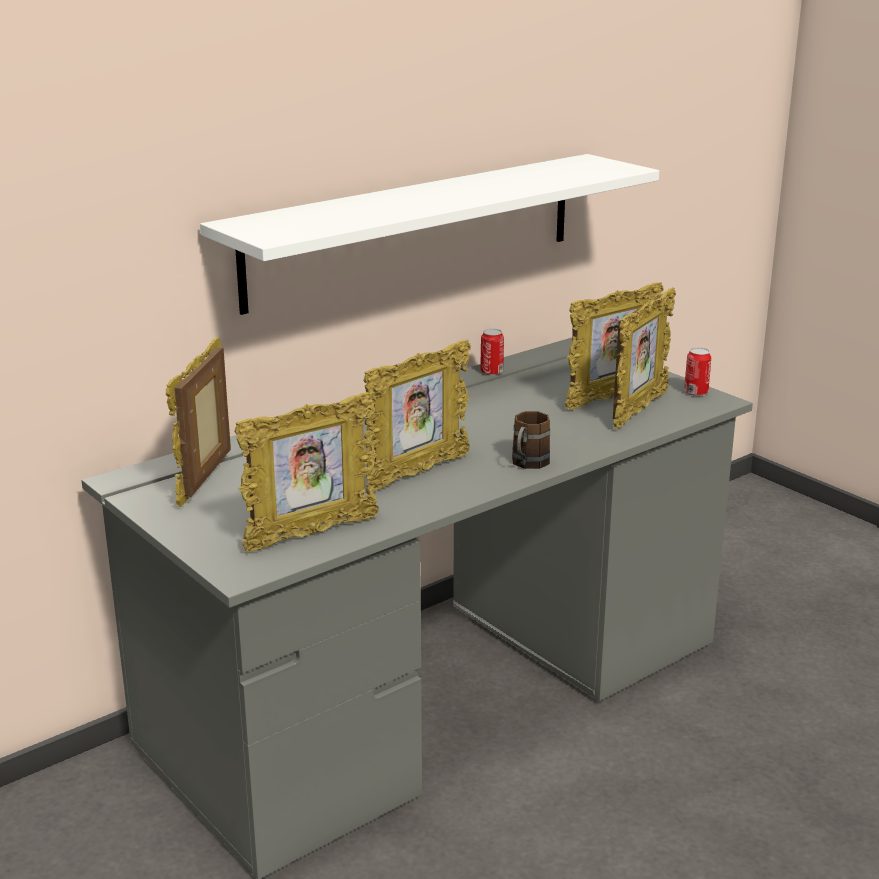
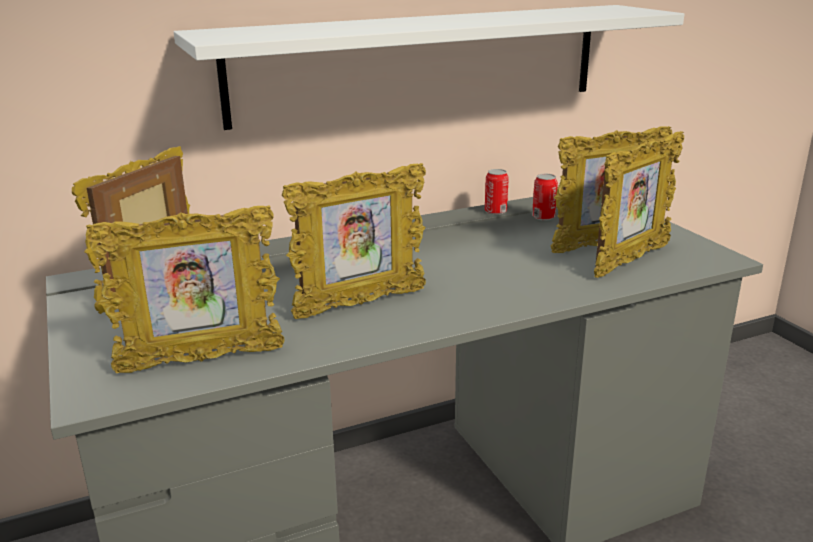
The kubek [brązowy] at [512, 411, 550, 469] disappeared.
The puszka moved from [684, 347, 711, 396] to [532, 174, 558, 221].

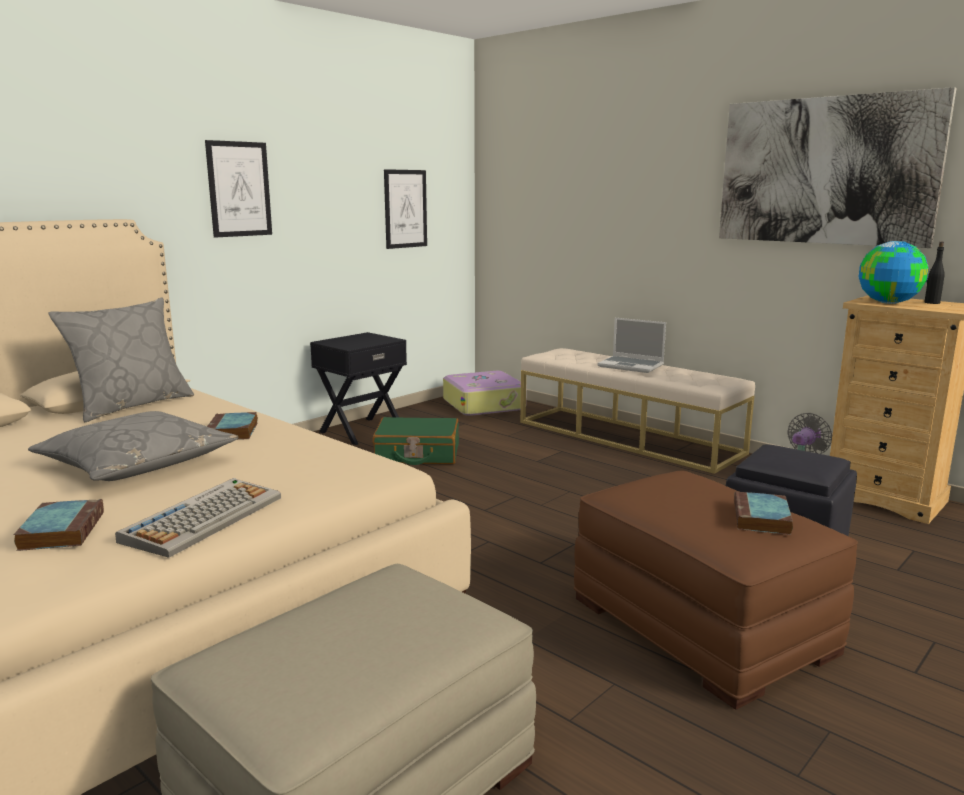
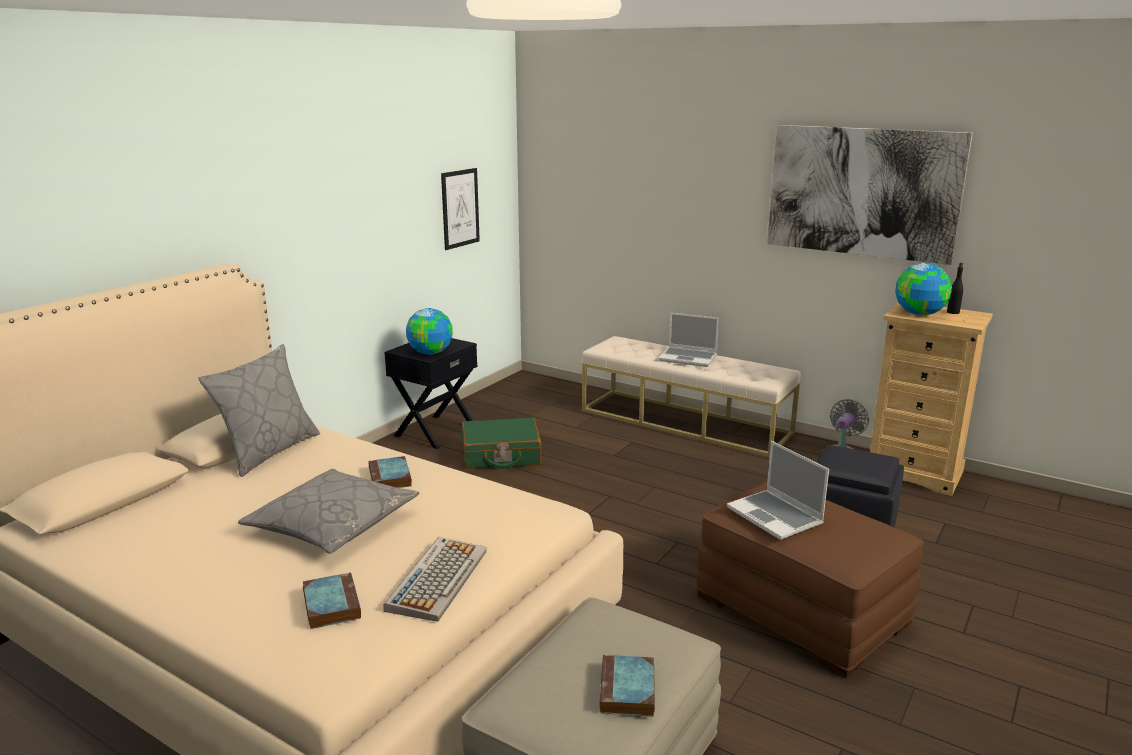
The obraz at [205, 140, 272, 238] disappeared.
The walizka at [443, 371, 527, 416] disappeared.
The książka moved from [734, 491, 793, 535] to [599, 655, 655, 717].
The globus at [406, 308, 453, 355] appeared.
The laptop at [727, 441, 829, 540] appeared.

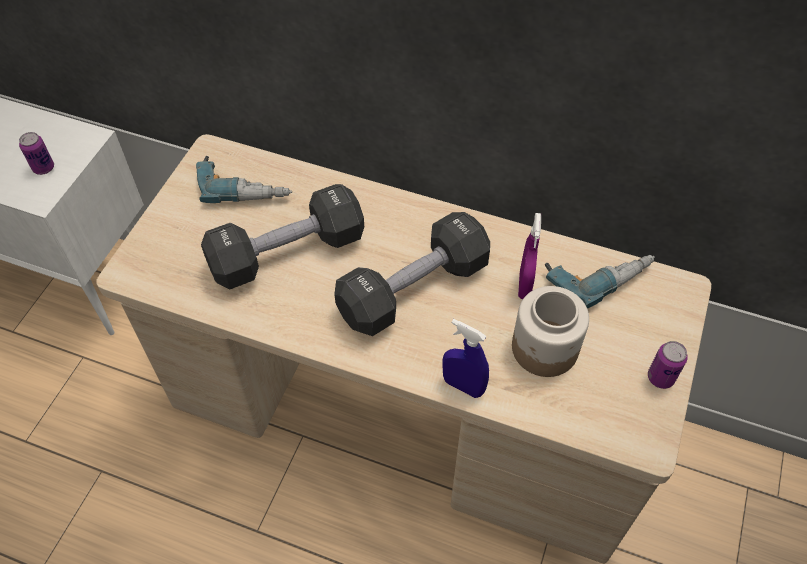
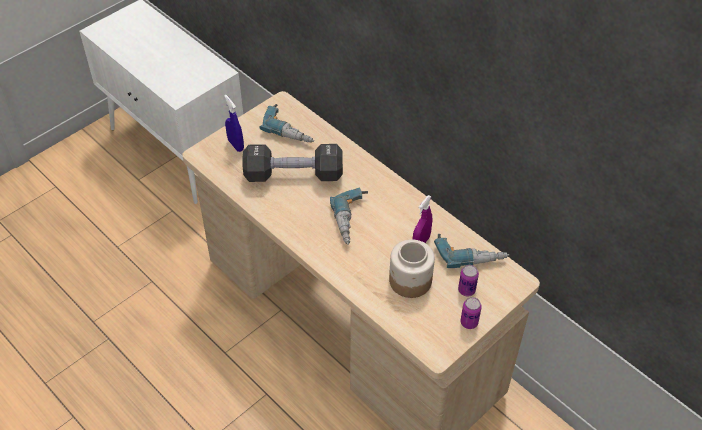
The puszka moved from [19, 132, 54, 175] to [458, 265, 479, 296].
The hantel [czarny] at [334, 212, 490, 336] was replaced by the wiertarka at [330, 188, 368, 245].
The spryskiwacz [niebieski] moved from [442, 319, 489, 398] to [224, 94, 244, 152].

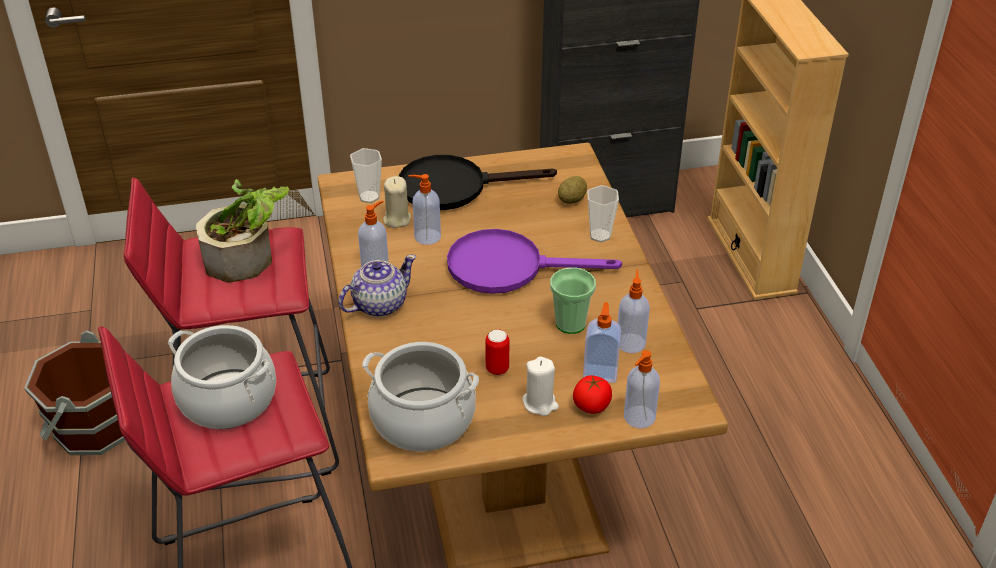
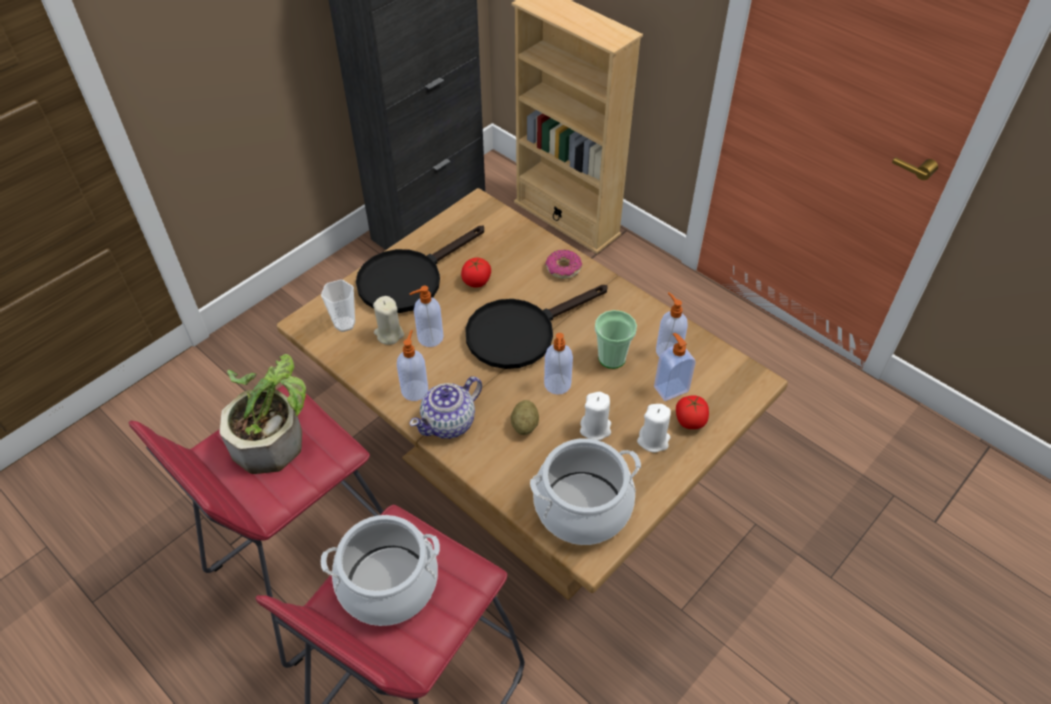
The wiadro [brązowy] at [24, 331, 125, 455] disappeared.
The imbryk at [338, 255, 416, 317] turned 150 degrees counterclockwise.
The patelnia [fioletowy] at [447, 229, 622, 294] became the patelnia [czarny] at [465, 285, 608, 369].
The puszka at [485, 329, 509, 375] was replaced by the świeca [biały] at [580, 392, 611, 440].
The ziemniak moved from [558, 176, 587, 204] to [511, 400, 539, 435].
The filiżanka at [587, 185, 619, 242] was replaced by the donut at [545, 250, 582, 279].
The dozownik mydła moved from [624, 350, 660, 428] to [544, 333, 573, 395].
The pomidor at [461, 258, 491, 288] appeared.

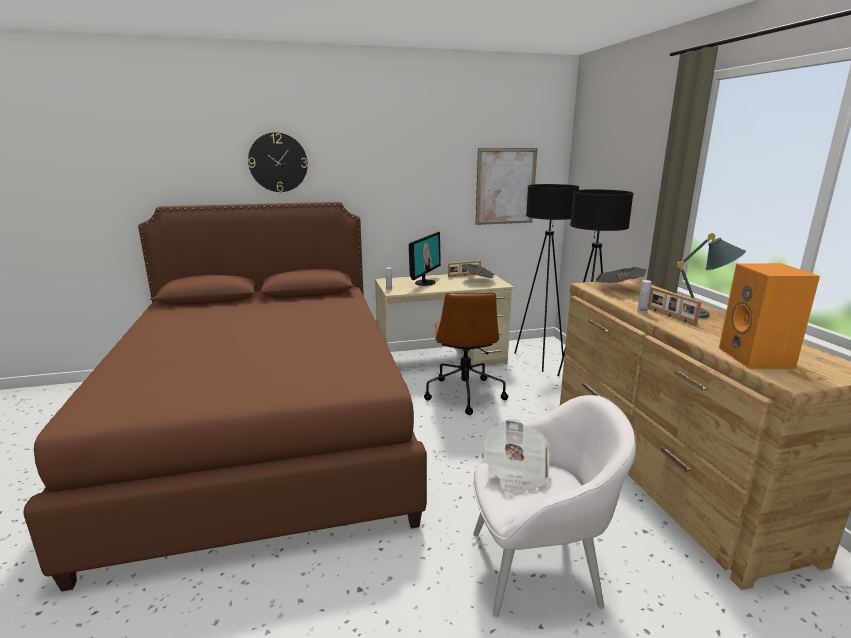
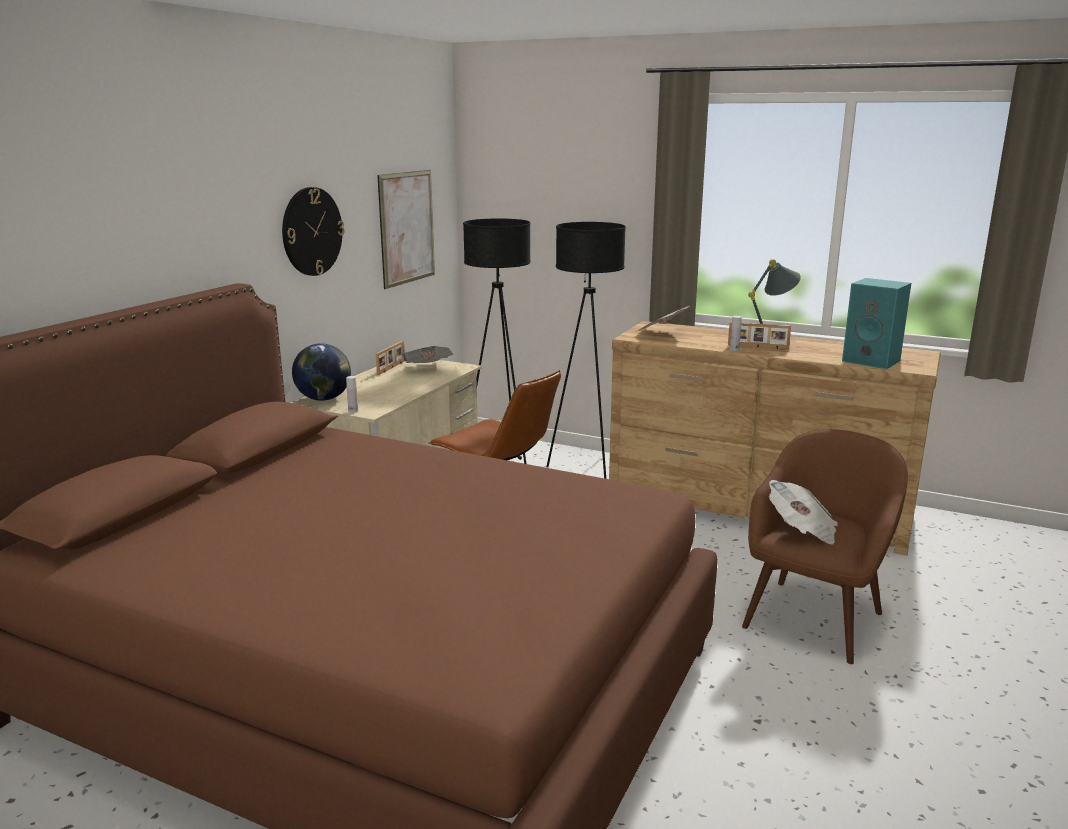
The zegar ścienny moved from [248, 132, 308, 192] to [282, 187, 344, 276].
The monitor at [409, 232, 441, 286] disappeared.
The fotel [biały] at [473, 395, 636, 617] became the fotel [brązowy] at [742, 429, 908, 664].
The głośnik [pomarańczowy] at [719, 263, 820, 369] became the głośnik [turkusowy] at [842, 278, 911, 369].
The globus at [292, 343, 351, 401] appeared.

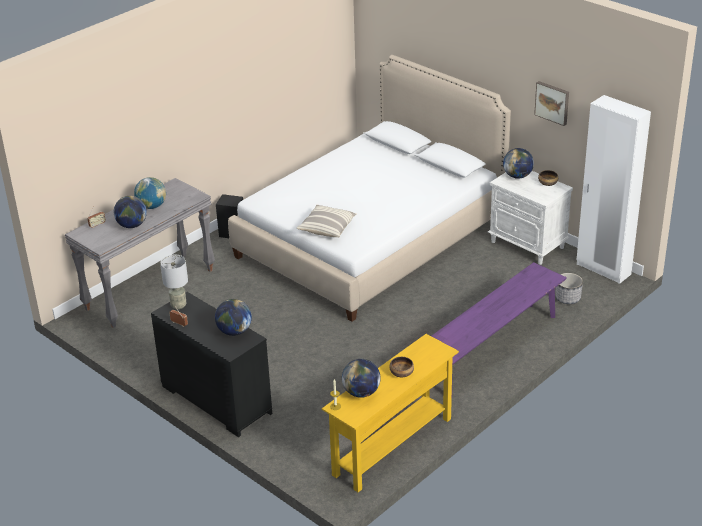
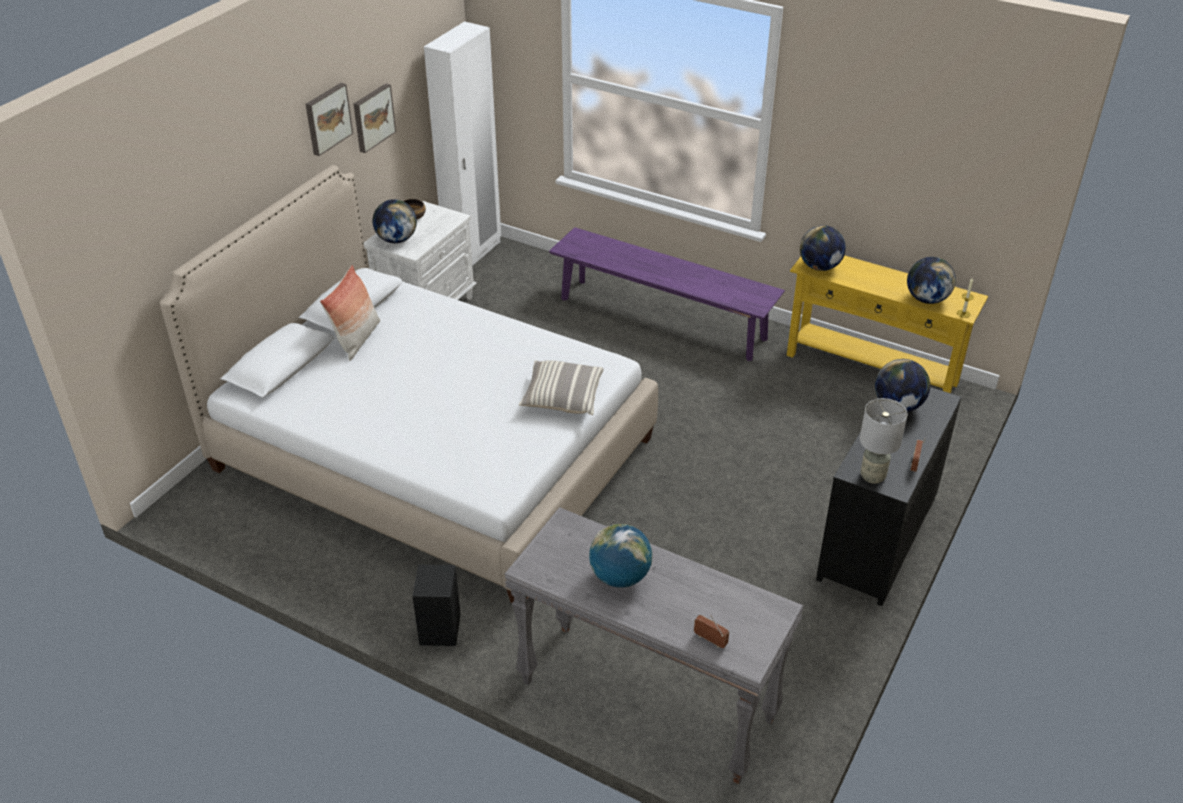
The globus moved from [114, 196, 147, 228] to [800, 225, 846, 271].
The miska at [389, 357, 414, 378] disappeared.
The donica at [555, 273, 583, 304] disappeared.
The obraz at [306, 83, 353, 156] appeared.
The poduszka at [320, 265, 380, 361] appeared.

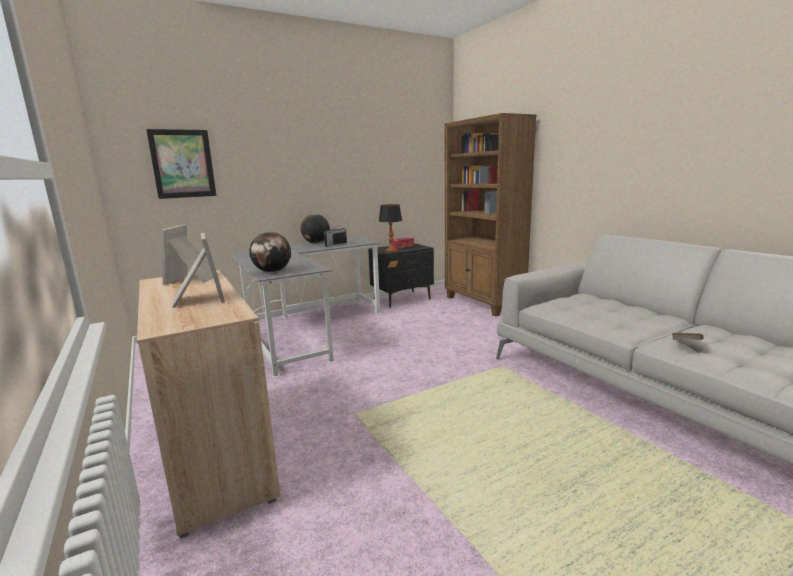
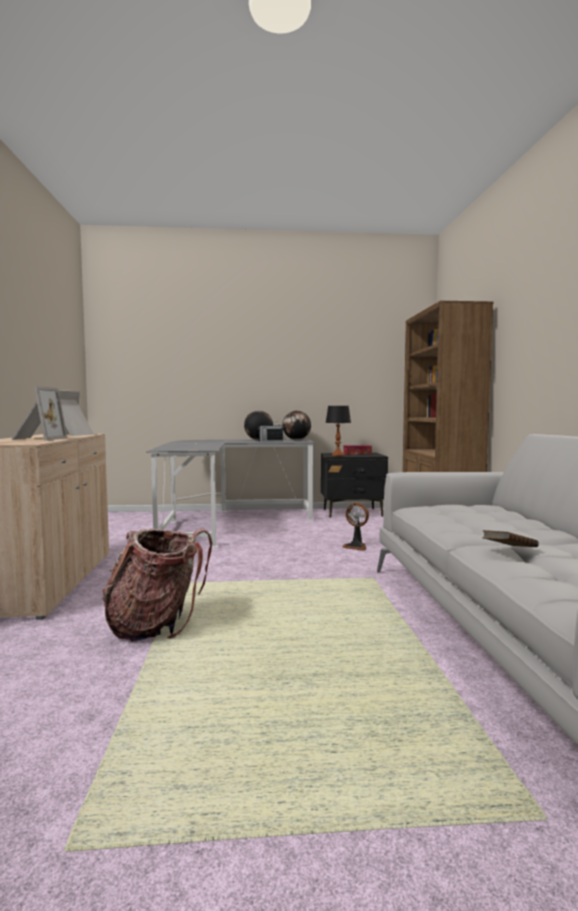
The obraz at [146, 129, 216, 199] disappeared.
The globus moved from [249, 232, 291, 272] to [282, 411, 311, 440].
The plecak at [102, 528, 212, 642] appeared.
The wentylator at [342, 503, 369, 551] appeared.

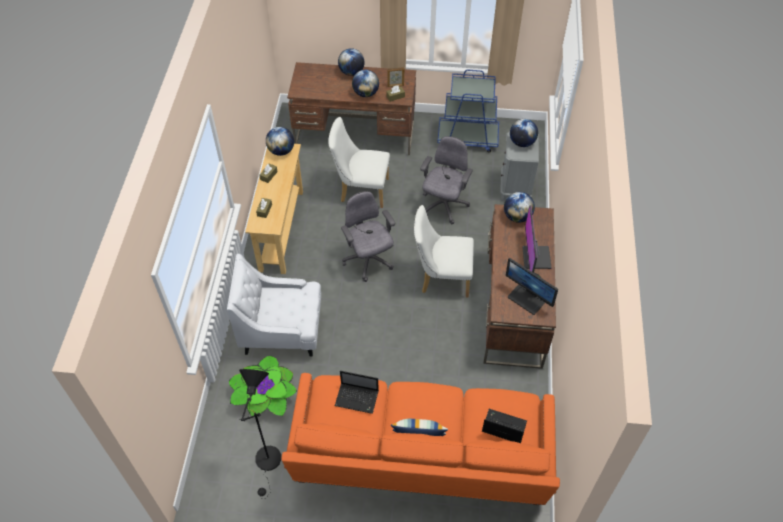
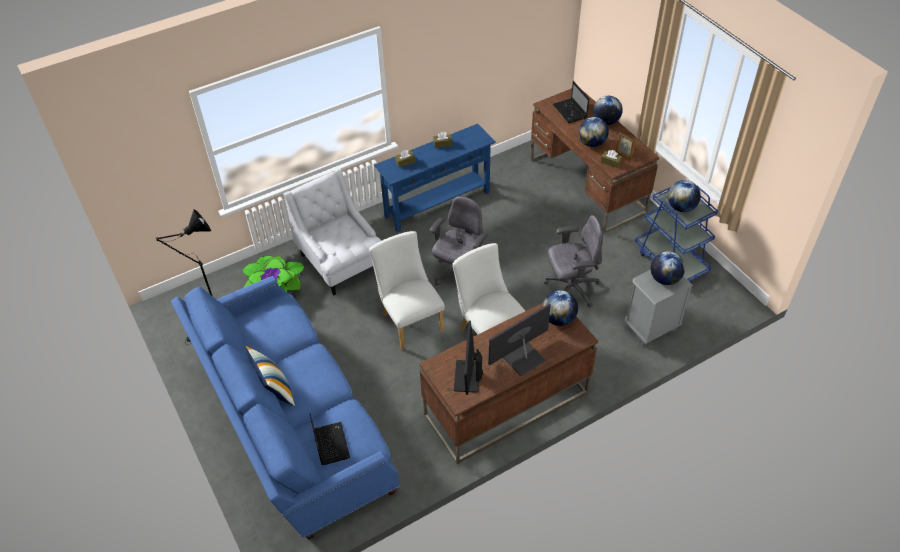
The stolik konsolowy [beżowy] at [245, 144, 303, 274] became the stolik konsolowy [niebieski] at [374, 124, 496, 232].
The globus moved from [266, 127, 294, 156] to [668, 180, 701, 212].
The kanapa [pomarańczowy] at [281, 373, 560, 505] became the kanapa [niebieski] at [171, 276, 400, 540].
The krzesło [biały] moved from [328, 117, 390, 208] to [369, 231, 445, 350].
The laptop moved from [335, 371, 379, 414] to [553, 81, 589, 123].

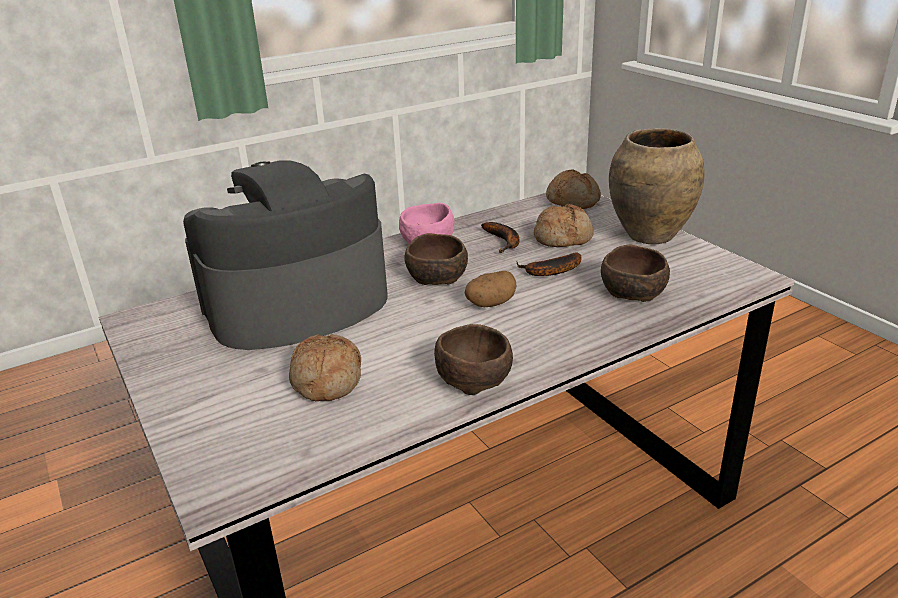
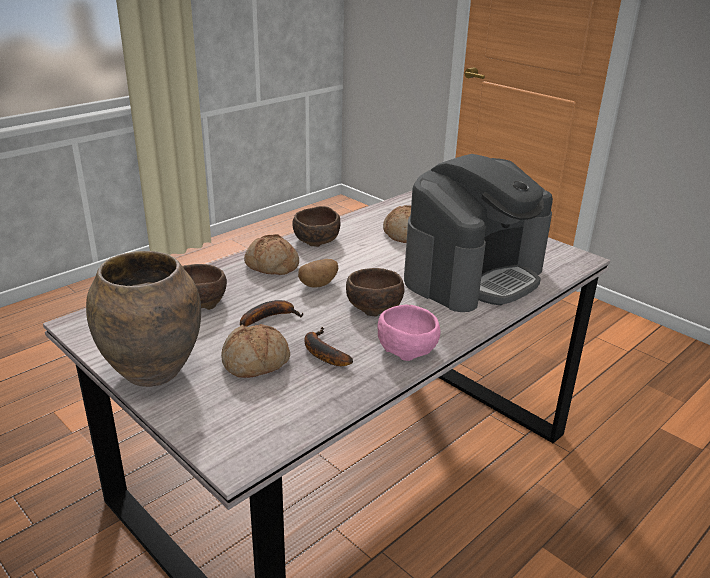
The chleb moved from [546, 169, 601, 209] to [244, 234, 299, 275].

